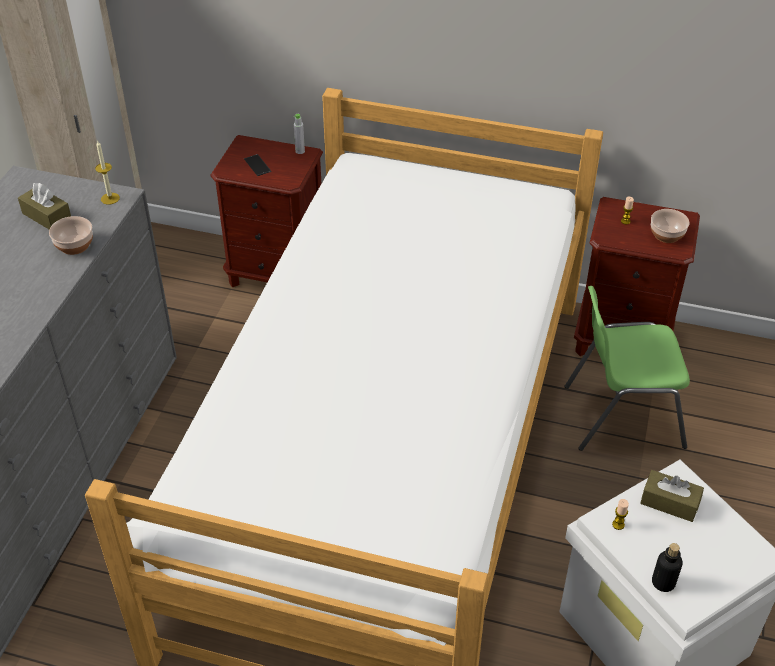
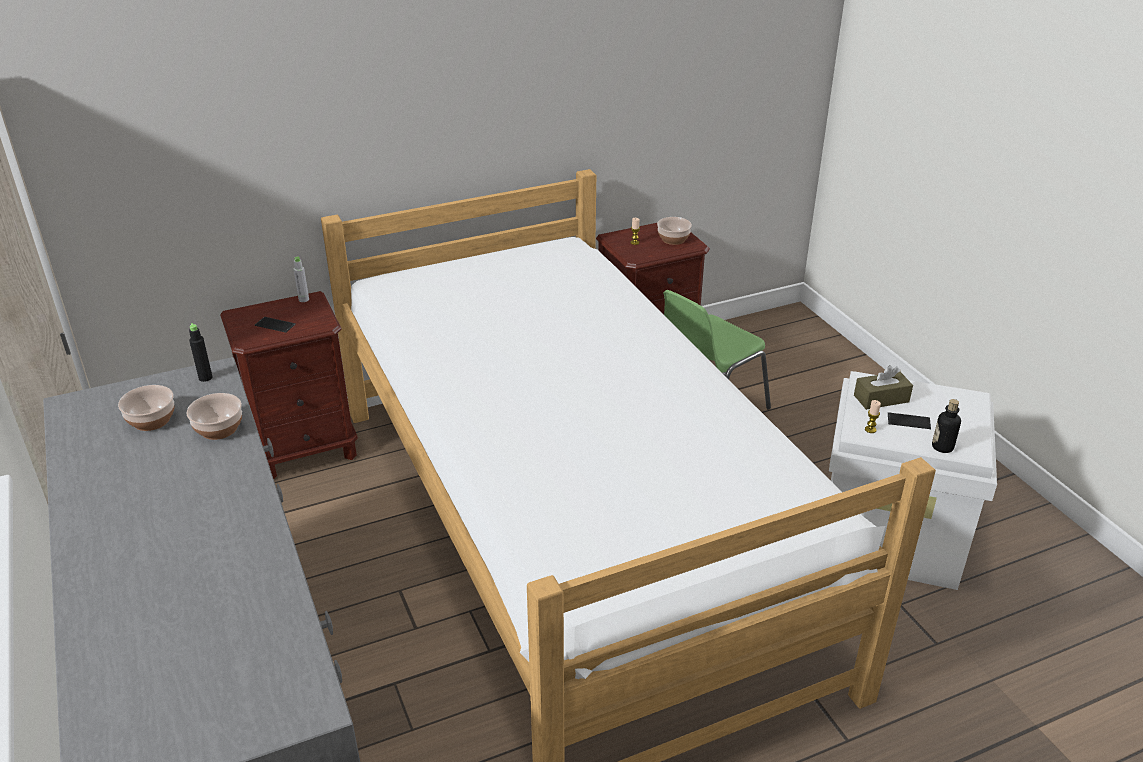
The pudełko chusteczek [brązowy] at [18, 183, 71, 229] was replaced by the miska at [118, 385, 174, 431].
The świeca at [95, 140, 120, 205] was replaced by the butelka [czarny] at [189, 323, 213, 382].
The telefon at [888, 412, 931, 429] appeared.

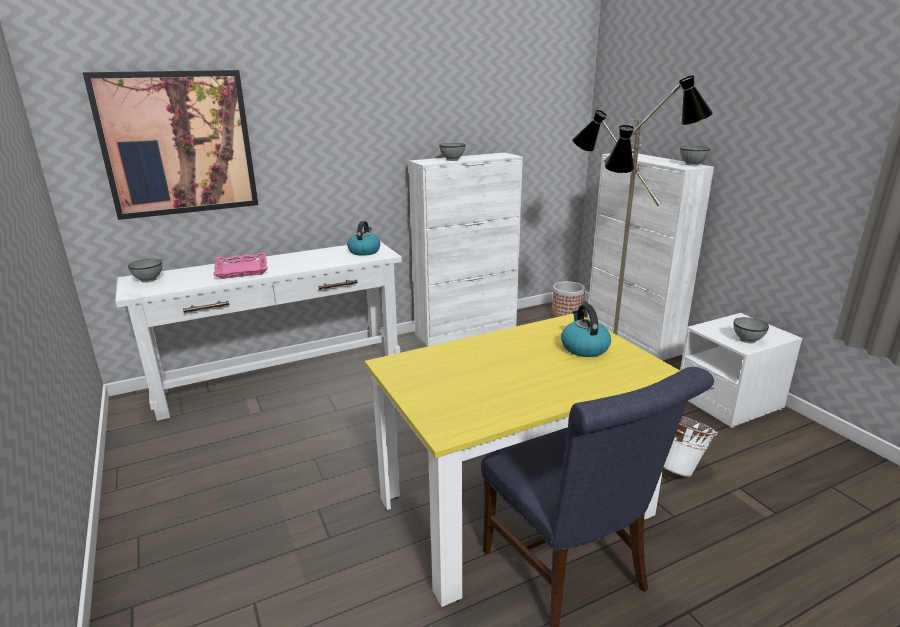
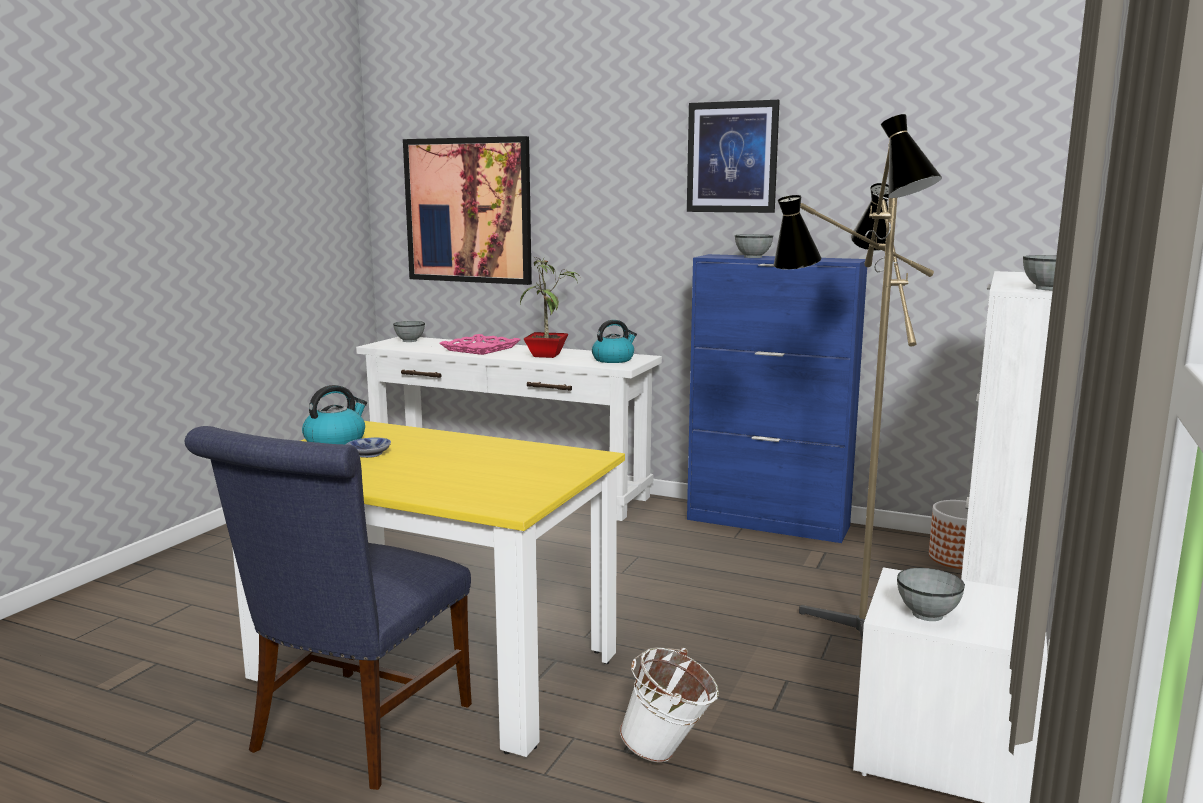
The szafka [biały] at [408, 153, 523, 346] became the szafka [niebieski] at [687, 254, 867, 543].
The czajnik moved from [561, 304, 611, 357] to [302, 385, 367, 444].
The miska at [346, 437, 391, 458] appeared.
The roślina doniczkowa at [520, 256, 579, 358] appeared.
The obraz at [687, 100, 780, 213] appeared.

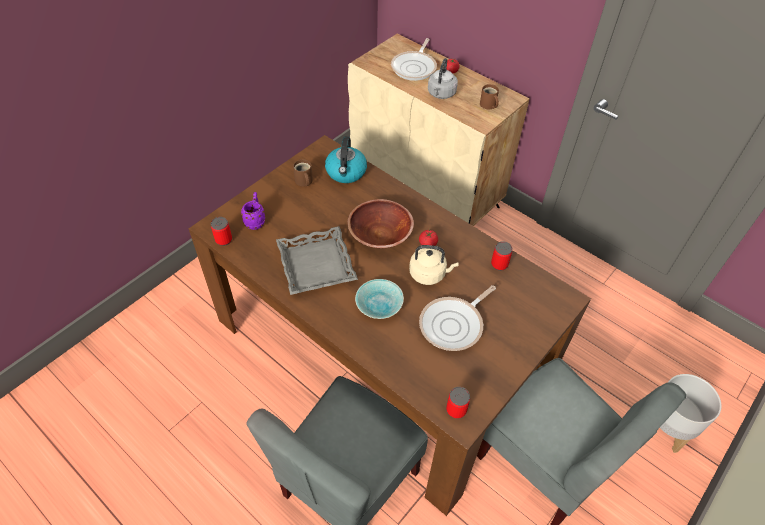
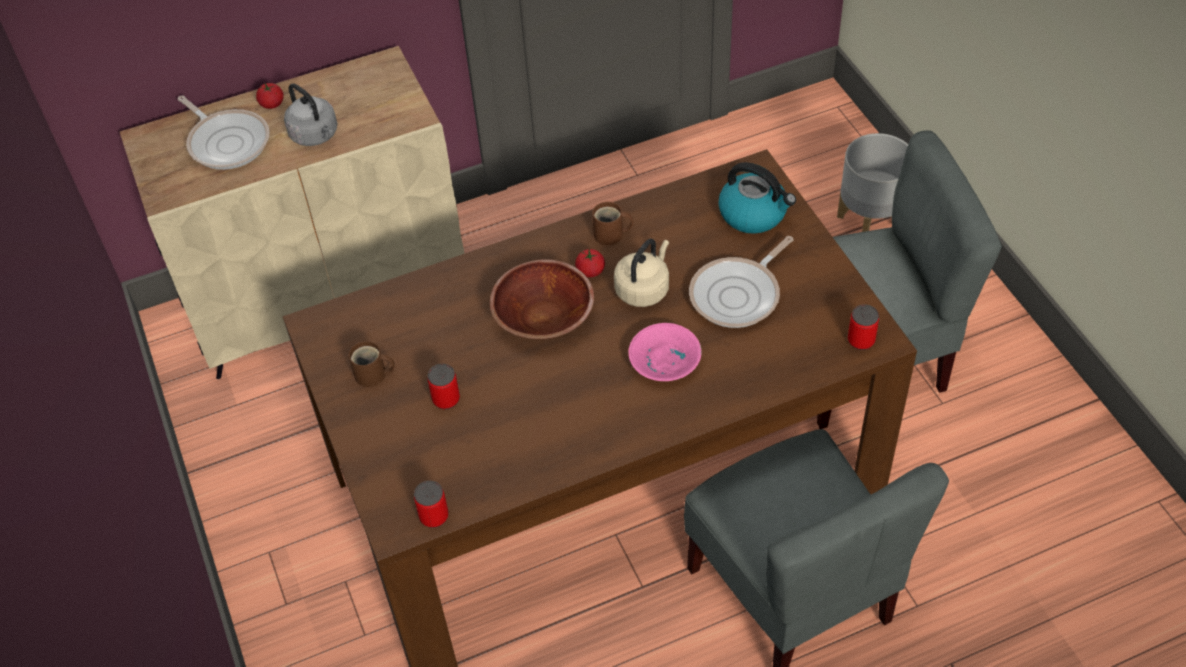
The kubek [fioletowy] at [241, 192, 265, 230] disappeared.
The taca [szary] at [276, 226, 358, 295] disappeared.
The czajnik moved from [325, 136, 367, 183] to [718, 162, 796, 234].
The miska [turkusowy] at [355, 279, 404, 319] became the miska [różowy] at [629, 323, 701, 381].
The patelnia at [419, 285, 496, 351] turned 60 degrees clockwise.
The kubek [brązowy] moved from [480, 84, 499, 109] to [592, 202, 633, 245].
The puszka moved from [491, 241, 513, 271] to [428, 364, 460, 409].

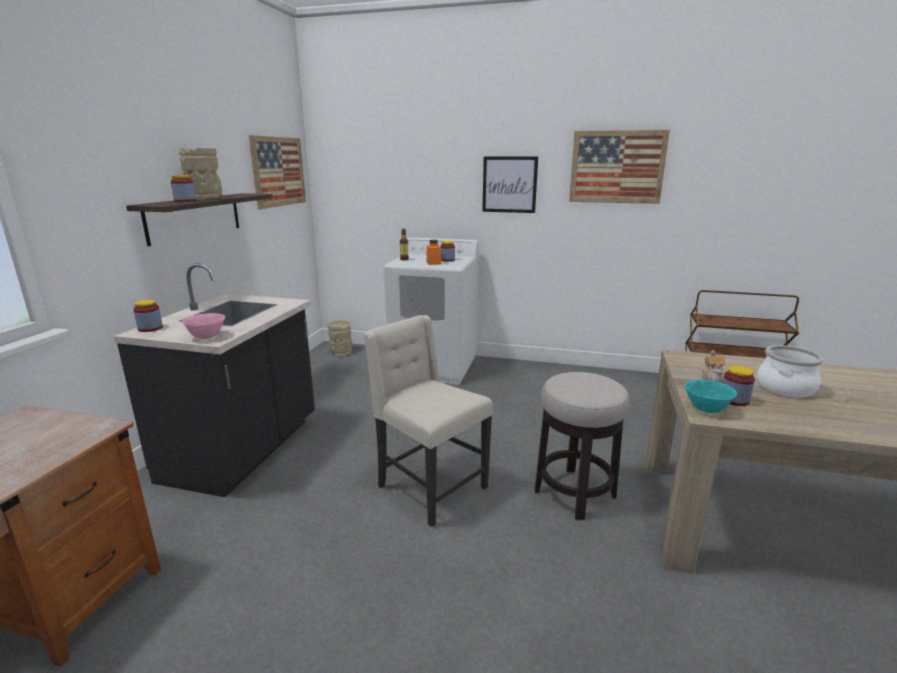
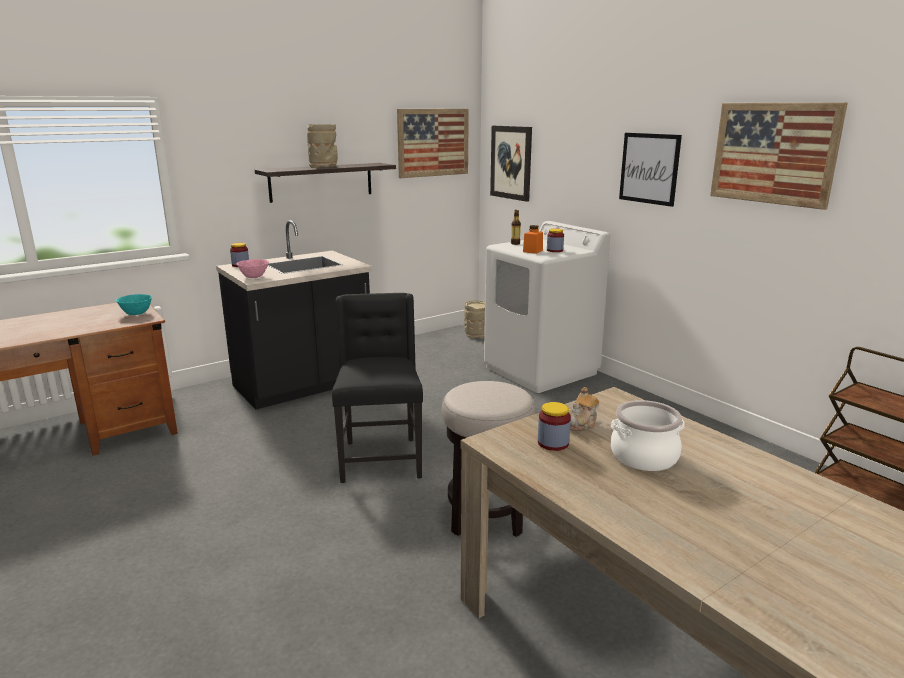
The słoik at [171, 175, 196, 202] disappeared.
The krzesło [beżowy] at [364, 315, 493, 527] became the krzesło [czarny] at [332, 293, 423, 483].
The miska [turkusowy] moved from [684, 379, 737, 413] to [116, 294, 152, 315].
The obraz at [490, 126, 532, 202] appeared.

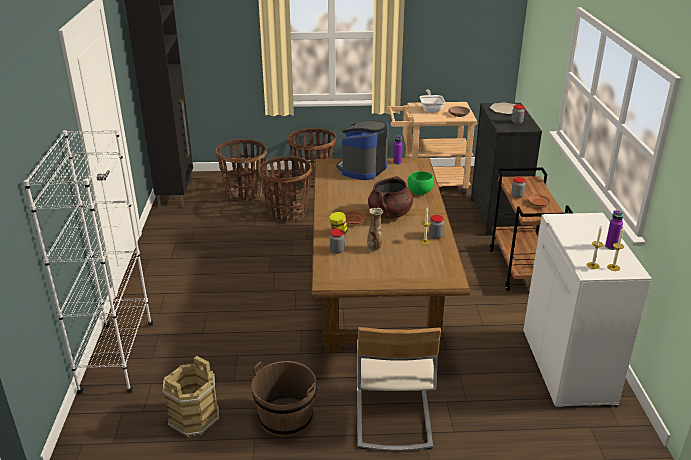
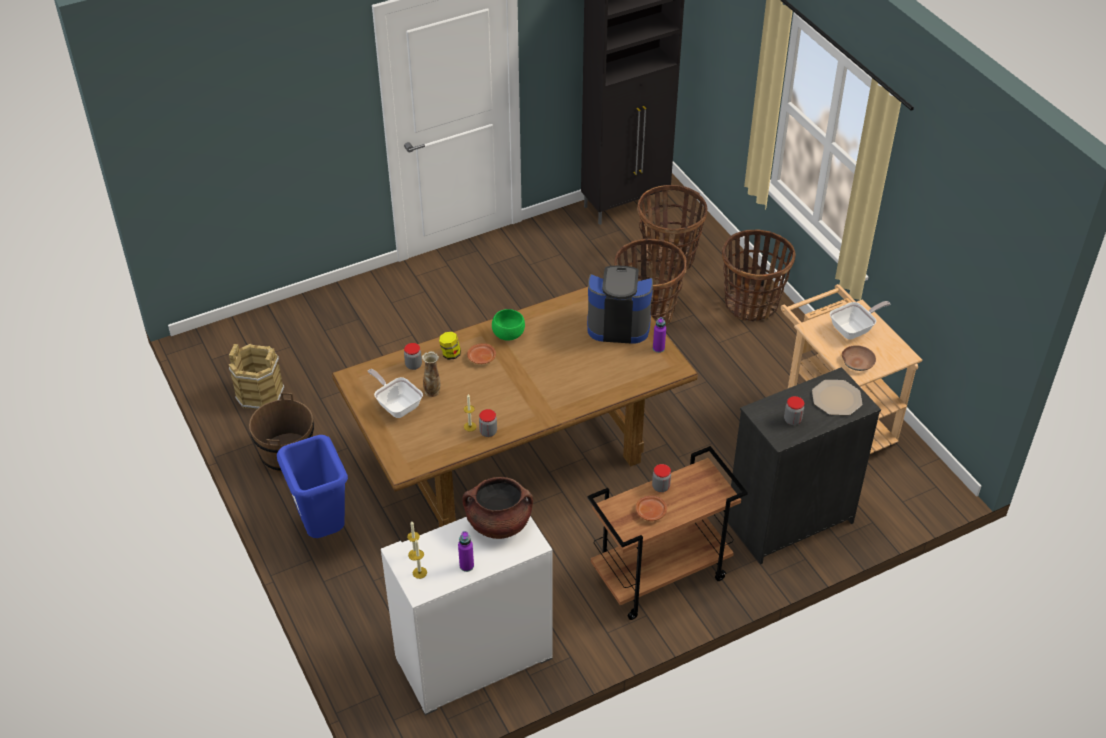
The regał [biały] at [24, 129, 153, 394] disappeared.
The krzesło [beżowy] at [357, 327, 441, 451] was replaced by the kosz na śmieci [niebieski] at [277, 435, 348, 538].
The garnek [brązowy] moved from [368, 176, 413, 219] to [462, 477, 533, 539].
The miska [zielony] moved from [407, 171, 434, 195] to [492, 309, 525, 341].
The patelnia at [368, 369, 423, 418] appeared.

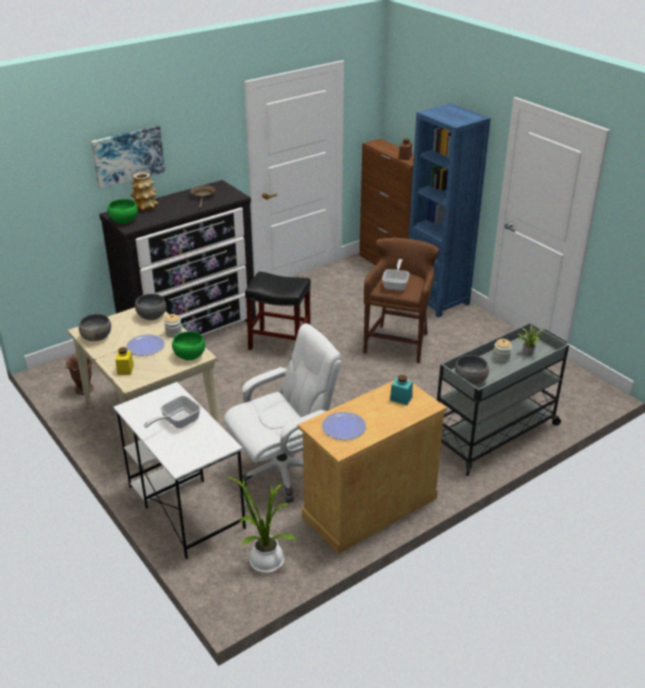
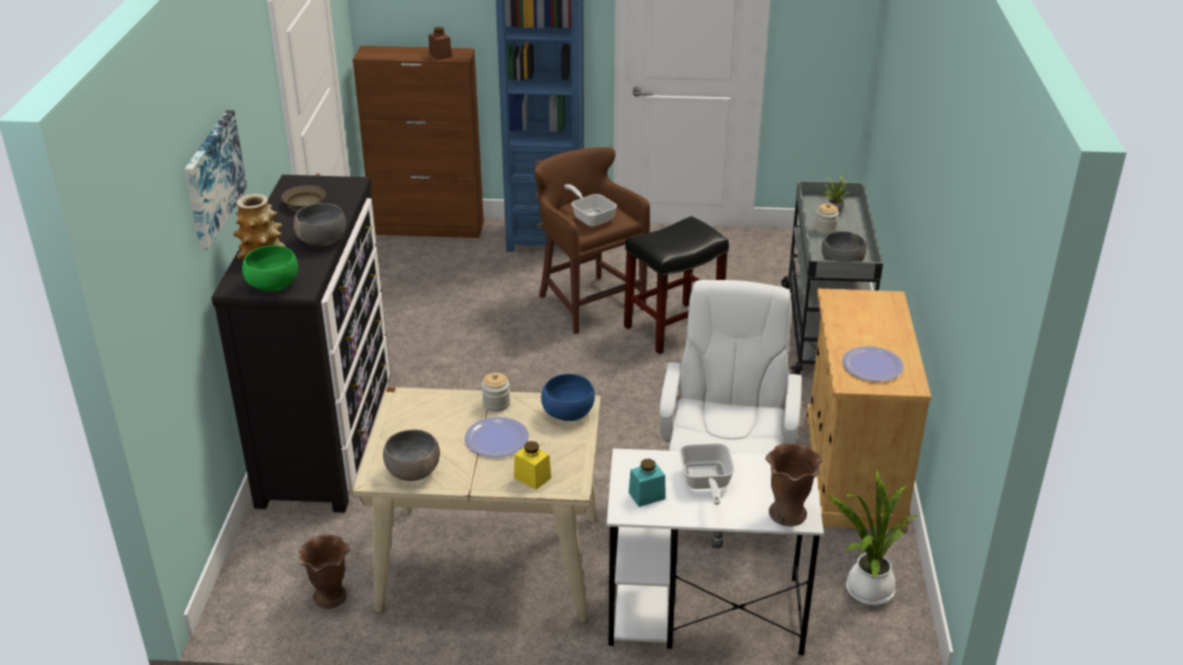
The miska [szary] moved from [135, 294, 166, 320] to [293, 203, 346, 246].
The miska [zielony] at [172, 331, 205, 360] became the miska [niebieski] at [541, 374, 595, 421].
The stołek [czarny] moved from [245, 271, 311, 350] to [624, 216, 729, 354].
The słoik [turkusowy] moved from [390, 375, 413, 405] to [629, 459, 666, 507].
The wazon [brązowy] at [765, 443, 822, 526] appeared.

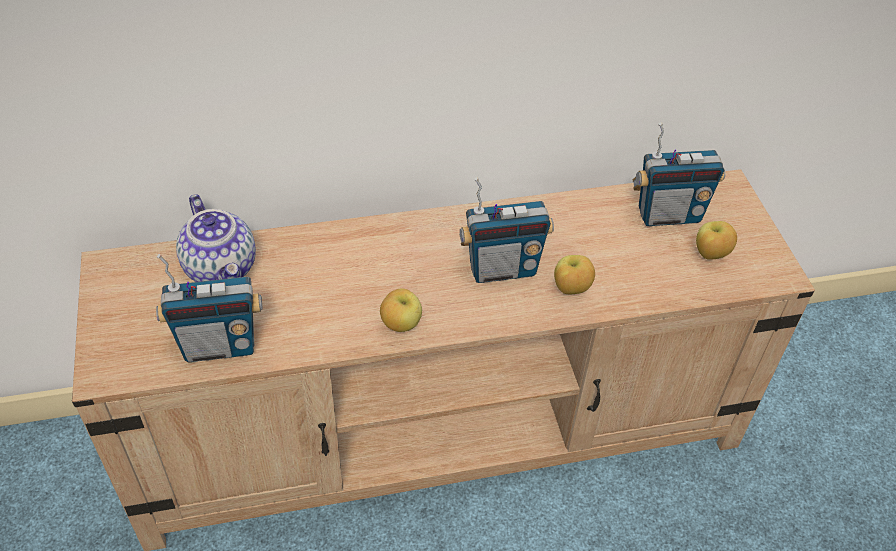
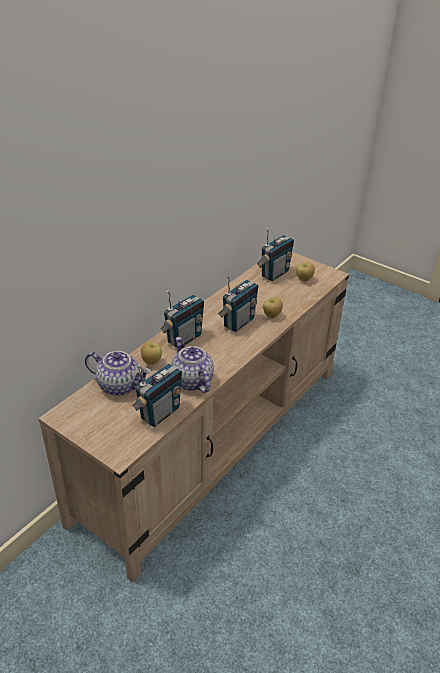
The jabłko moved from [380, 288, 422, 332] to [141, 342, 162, 365].
The radio at [161, 290, 204, 347] appeared.
The imbryk at [171, 337, 214, 393] appeared.

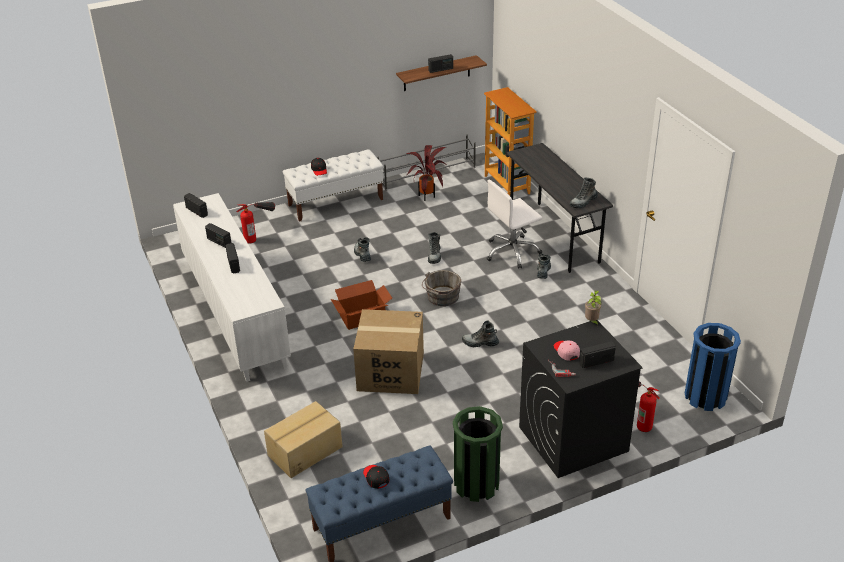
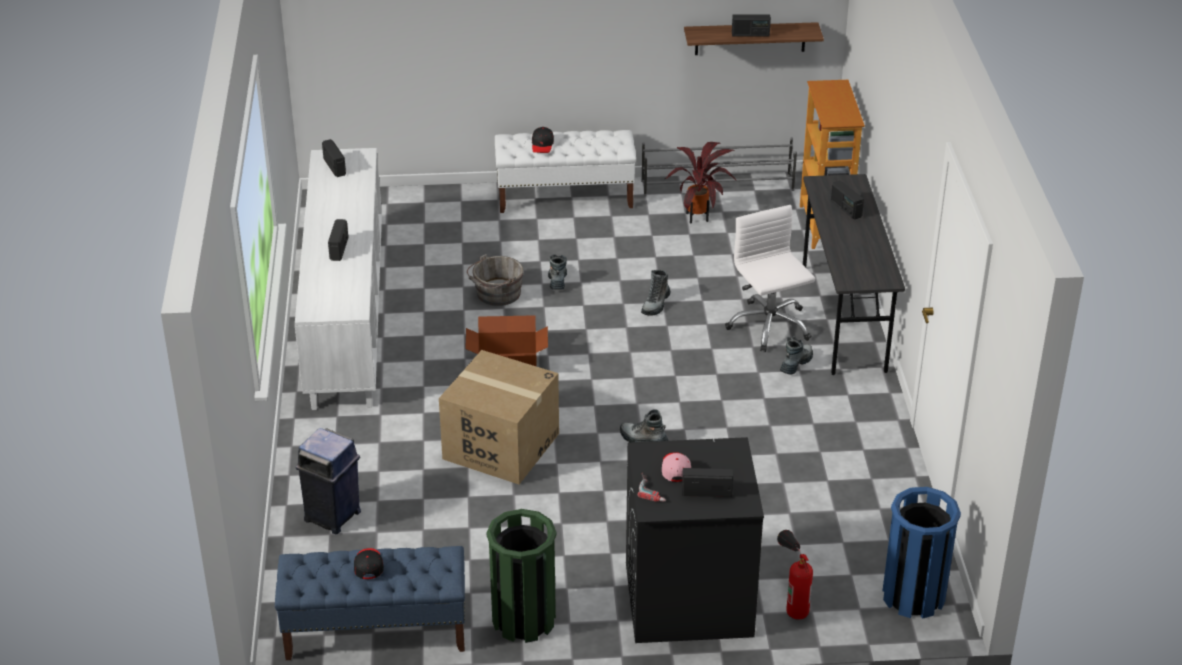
The radio moved from [205, 223, 231, 248] to [831, 180, 864, 220].
The gaśnica at [237, 202, 275, 244] disappeared.
The karton at [264, 401, 343, 478] was replaced by the kosz na śmieci [niebieski] at [296, 428, 361, 534].
The wiadro [szary] moved from [422, 270, 461, 306] to [467, 254, 524, 306].
The krzesło biurowe [biały] at [486, 180, 542, 269] turned 75 degrees clockwise.
The but z cholewką at [569, 177, 598, 208] disappeared.
The roślina doniczkowa at [585, 290, 602, 326] disappeared.

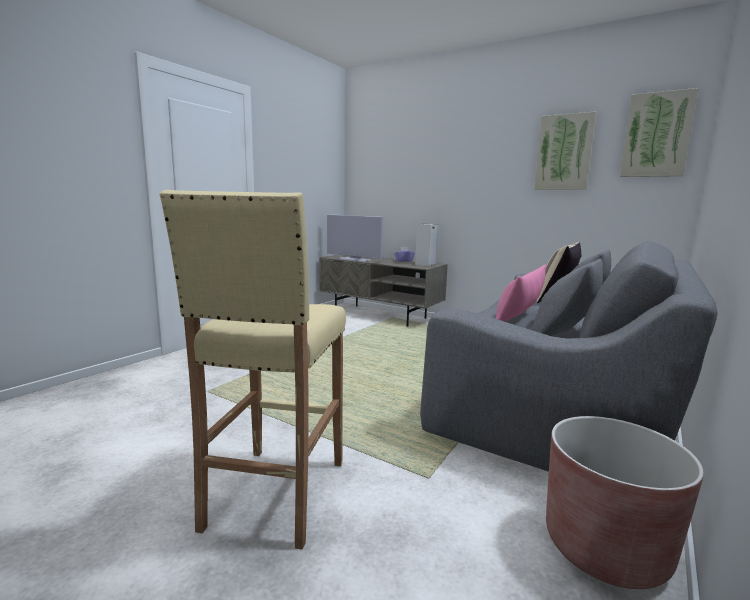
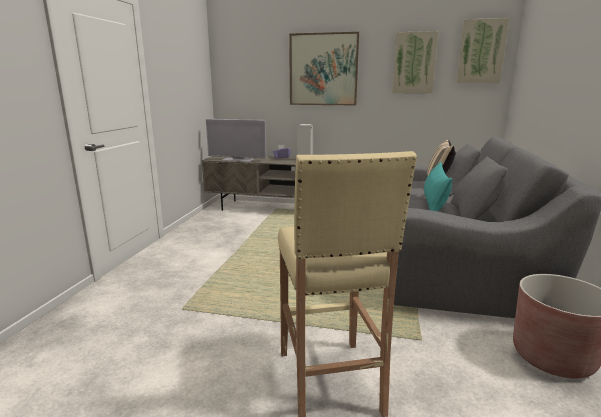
The poduszka [różowy] at [496, 265, 546, 322] became the poduszka [turkusowy] at [424, 162, 452, 211].
The obraz at [289, 32, 359, 105] appeared.

